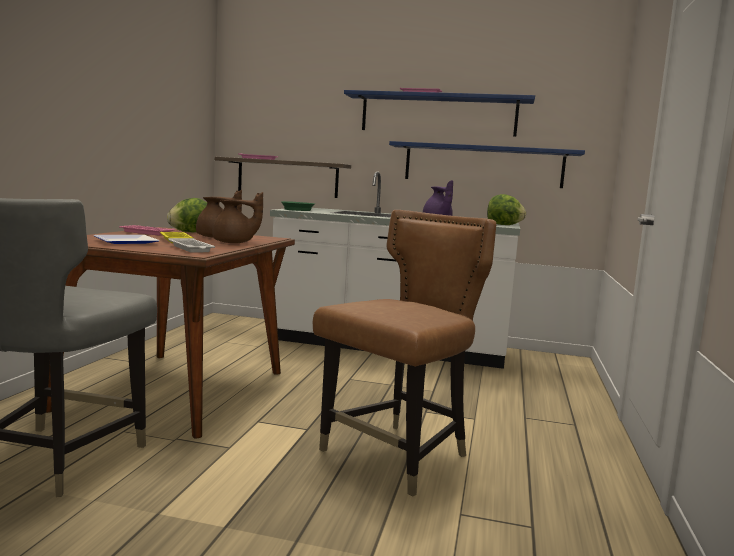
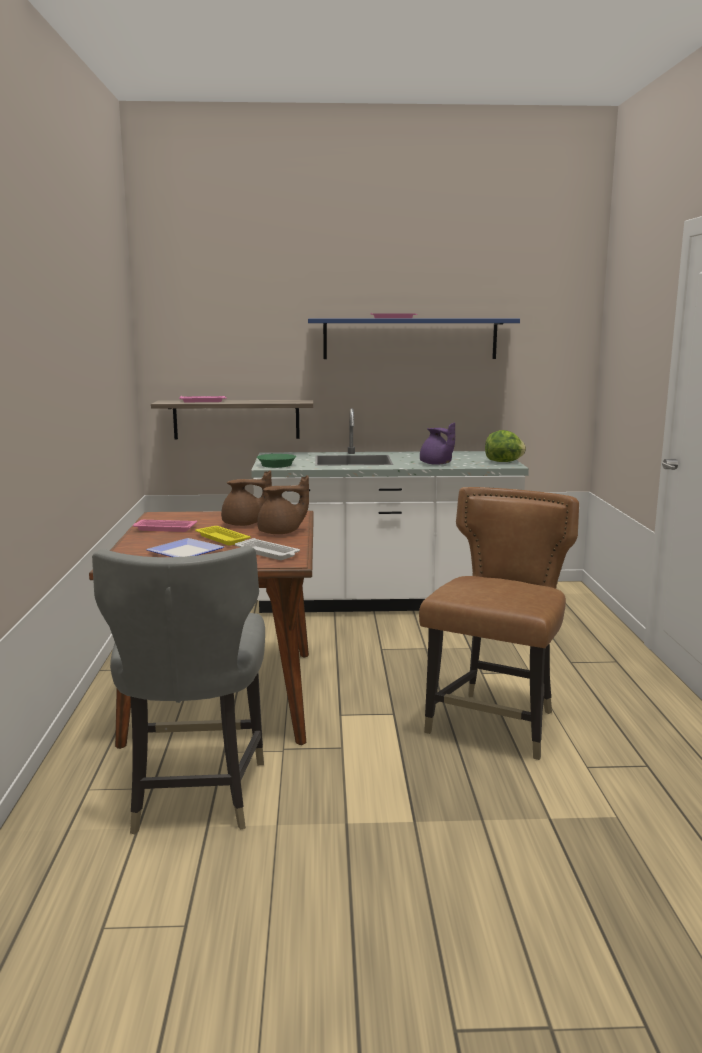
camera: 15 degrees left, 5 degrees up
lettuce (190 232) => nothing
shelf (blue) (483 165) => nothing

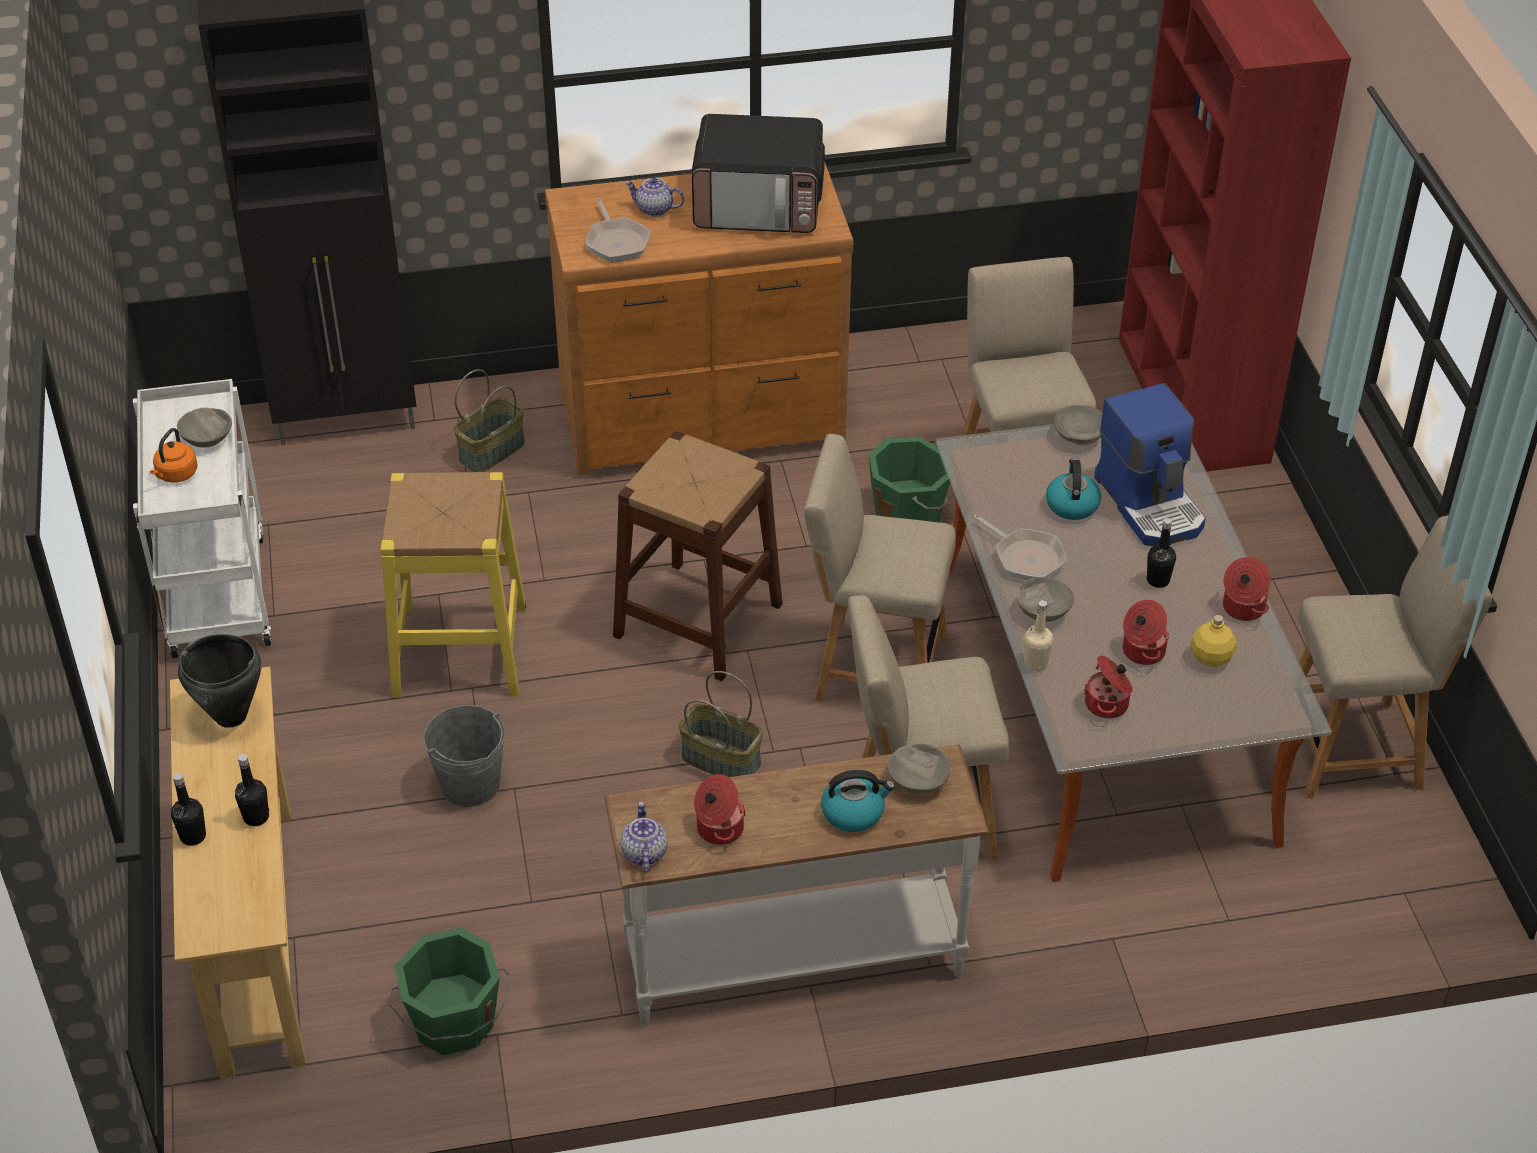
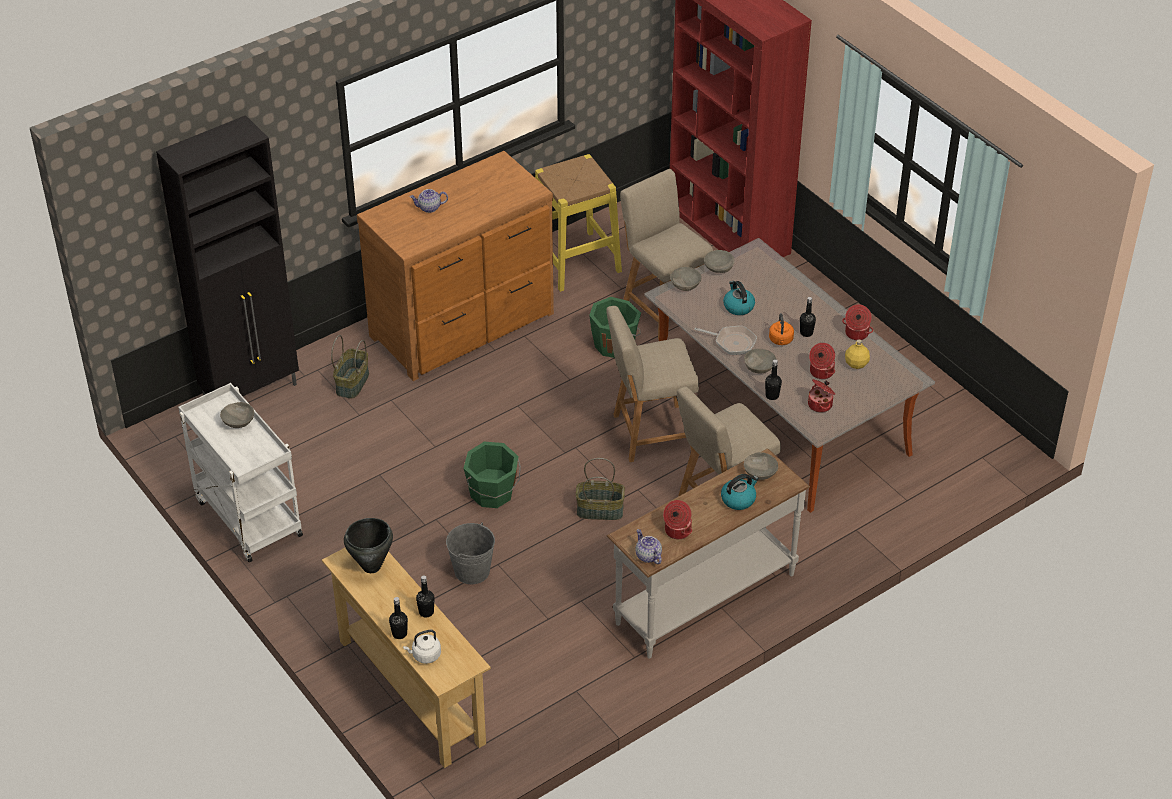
camera: 25 degrees left, 0 degrees up
kettle (orange) (175 475) => kettle (orange) (781 340), move
stool (yellow) (459 650) => stool (yellow) (575 261), move
bucket (green) (454 1023) => bucket (green) (492 493), move
frying pan (616 242) => nothing
stool (brown) (698 620) => nothing
microwave (759 205) => nothing
bottle (beige) (1035 662) => bottle (black) (772 395)
coffee machine (1151 503) => nothing
chair (beige) (1356 748) => nothing
nothing => kettle (white) (425 655)
nothing => bowl (grey) (686 285)

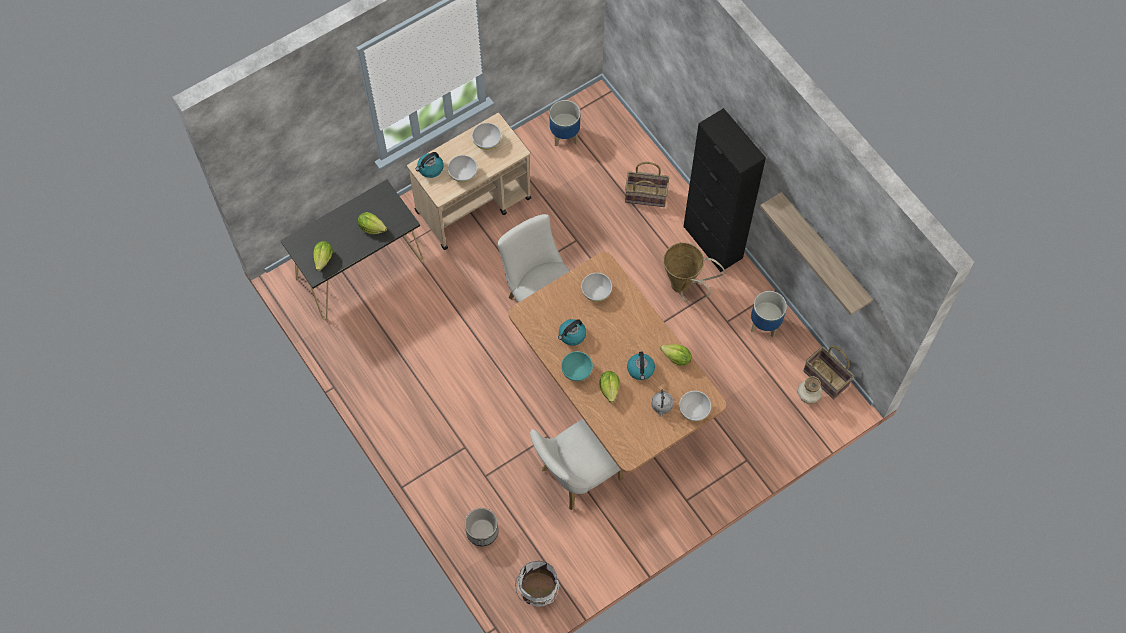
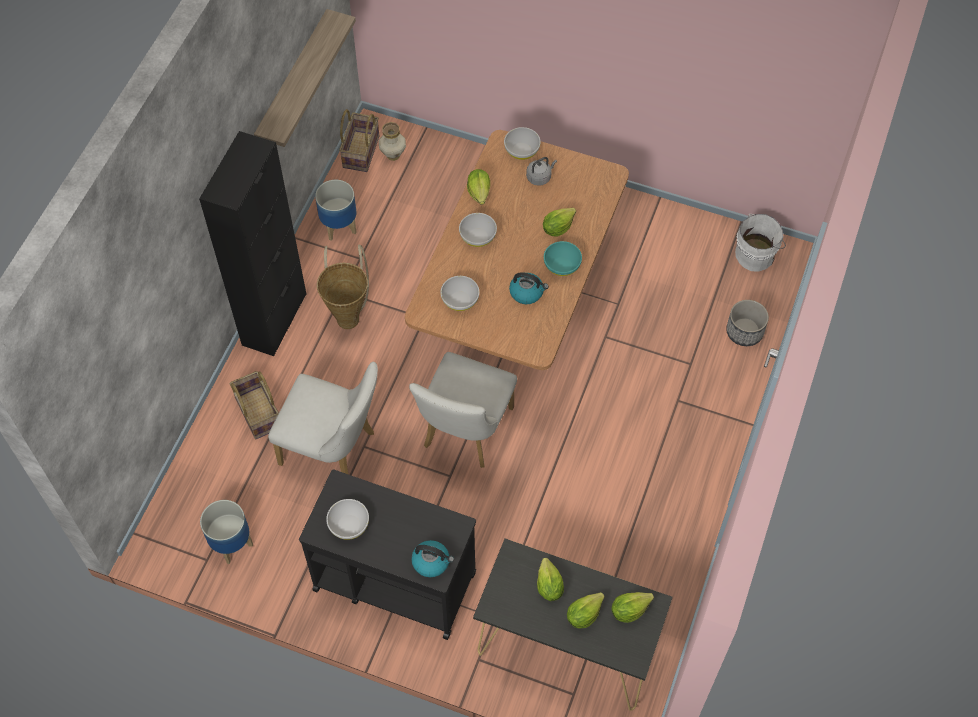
camera: 125 degrees left, 5 degrees down
cart (beige) (474 205) => cart (black) (393 580)
bowl (white) (463 173) => bowl (white) (477 237), move
chair (white) (576 476) => chair (white) (334 450), move
kettle (640 369) => nothing
nothing => lettuce (583 615)

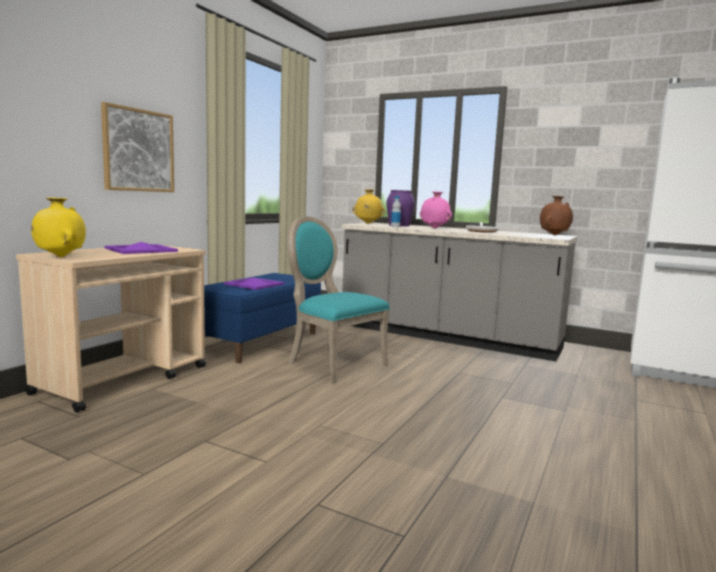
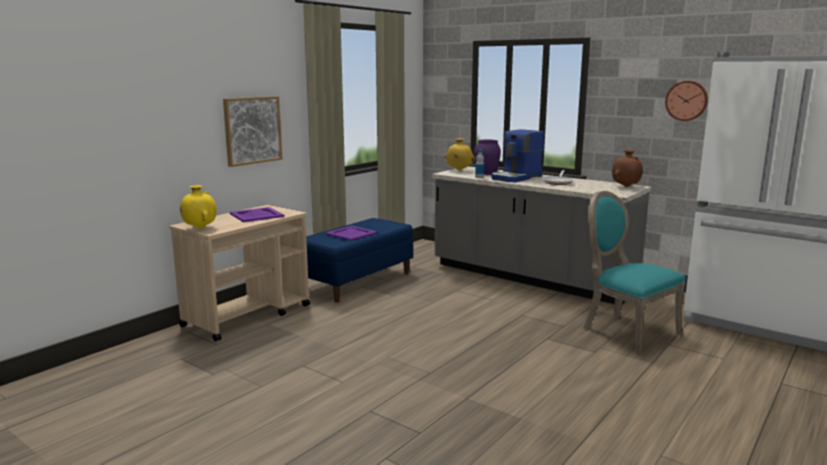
camera: 10 degrees right, 5 degrees up
chair (turquoise) (332 363) => chair (turquoise) (625 331), move
vase (pink) (434 228) => coffee machine (517 178)
nothing => wall clock (687 100)

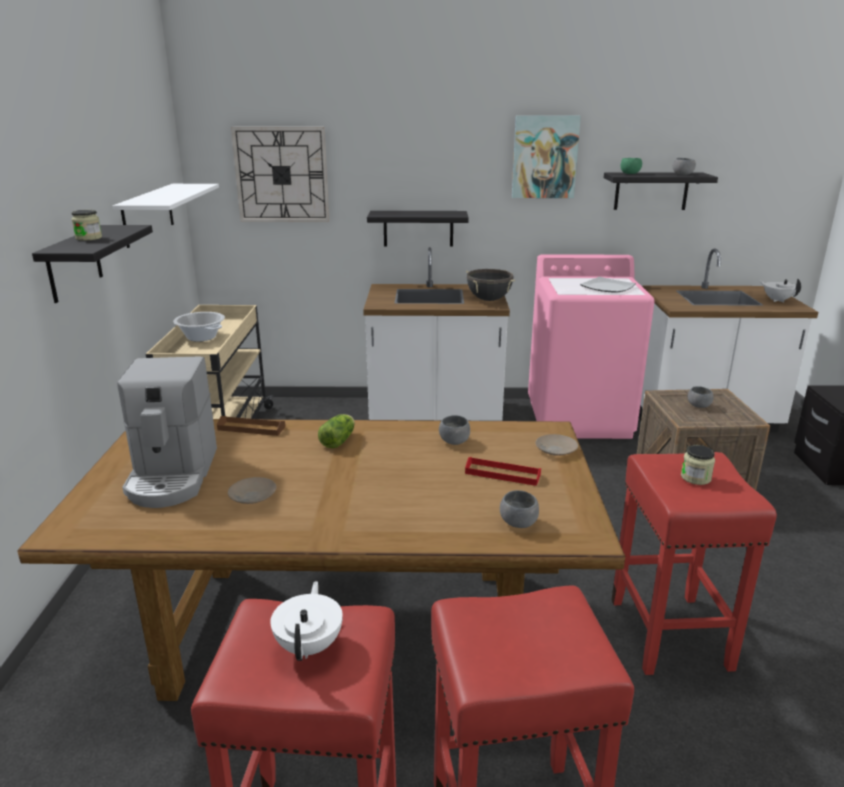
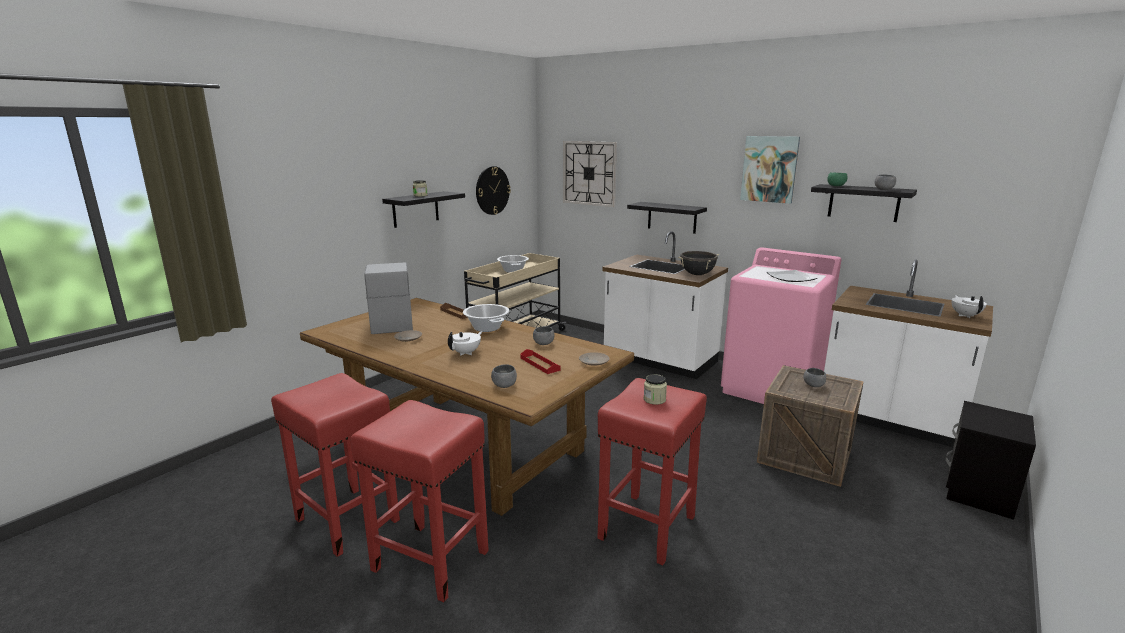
camera: 35 degrees right, 5 degrees down
shelf (white) (148 214) => wall clock (492 190)
coffee machine (173 475) => coffee machine (392 322), 135 degrees clockwise
teapot (white) (310 645) => teapot (white) (466 353), move
lettuce (339 440) => cooking pot (486 328)

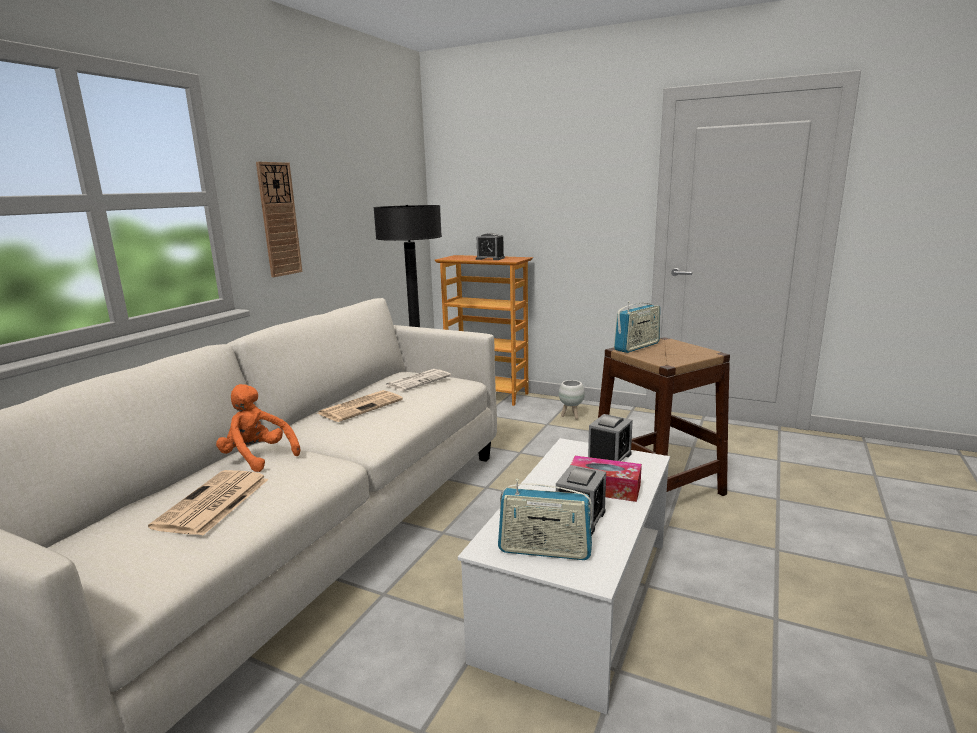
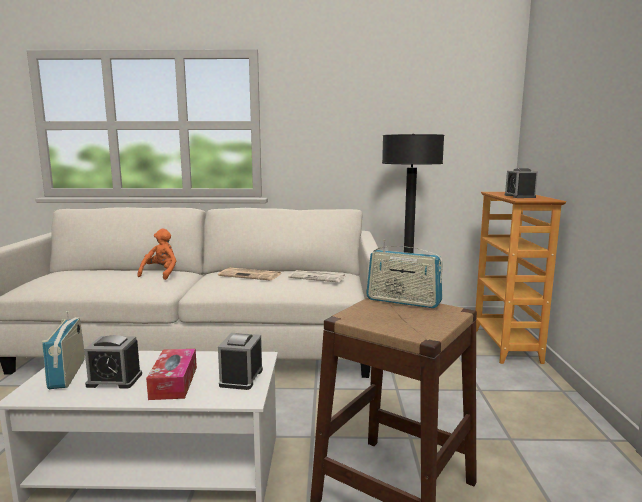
camera: 65 degrees right, 5 degrees down
newspaper (213 503) => nothing
wall clock (279 219) => nothing
planter (white) (571 416) => nothing
alarm clock (609 457) => alarm clock (241 377), 90 degrees clockwise

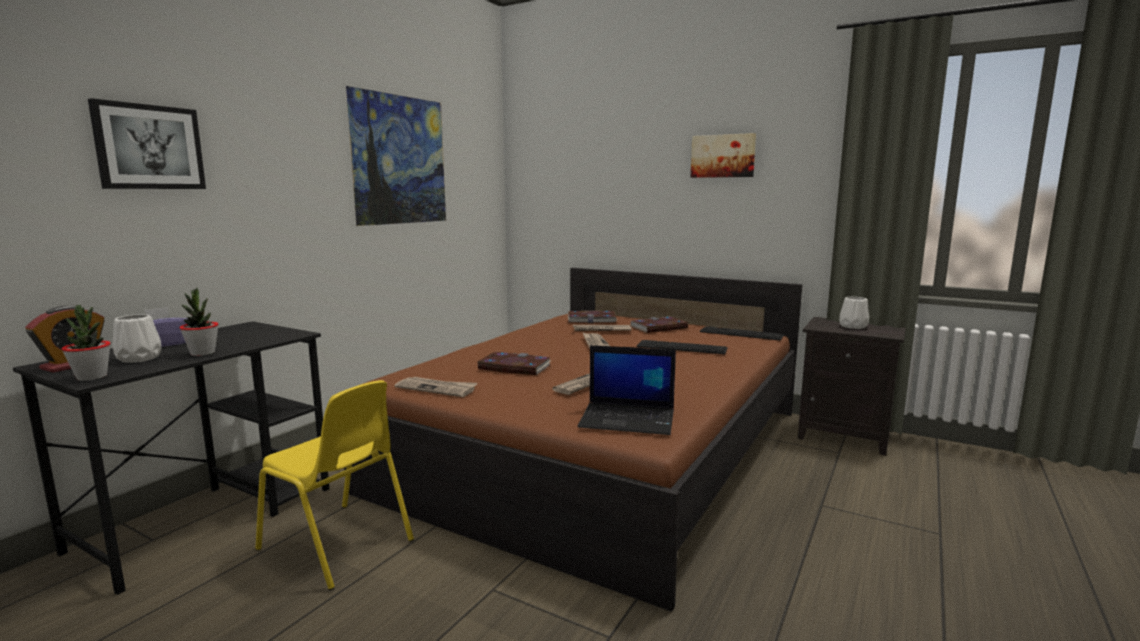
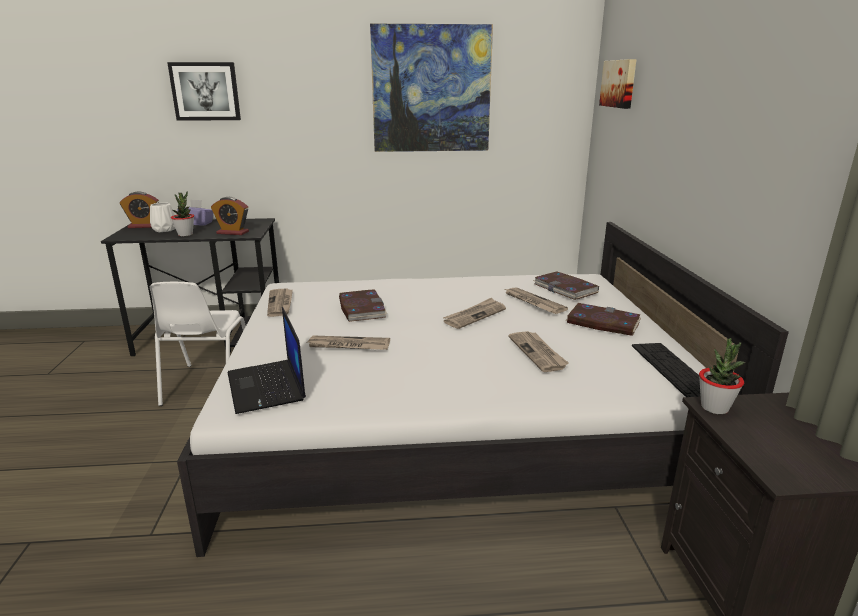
camera: 55 degrees right, 10 degrees up
potted plant (92 377) => potted plant (714 408), move
chair (yellow) (338 545) => chair (white) (207 385)
bed (brown) (602 448) => bed (white) (452 421)
keyboard (681 347) => newspaper (538 353)
picture (723 156) => picture (619 83), move
vase (white) (852 326) => nothing
nothing => alarm clock (233 232)

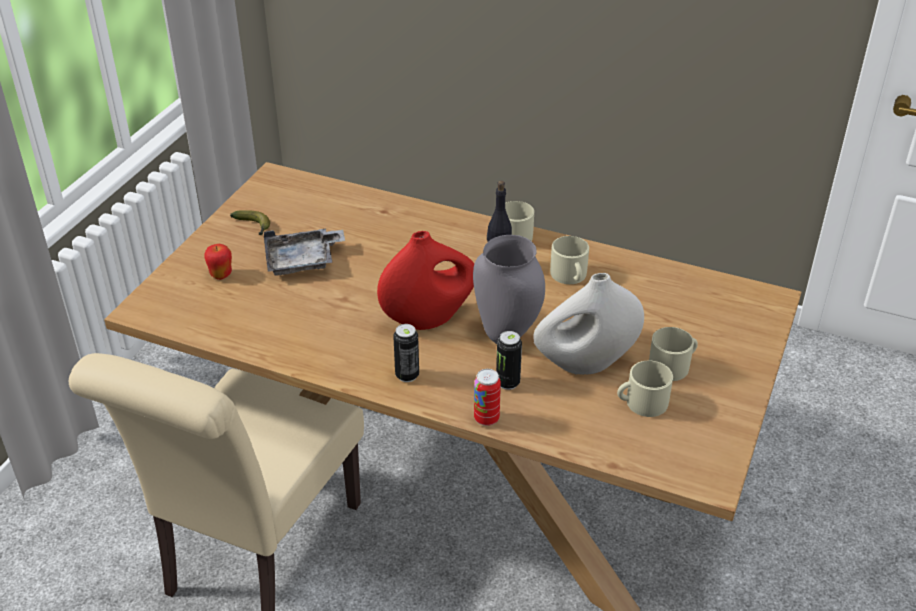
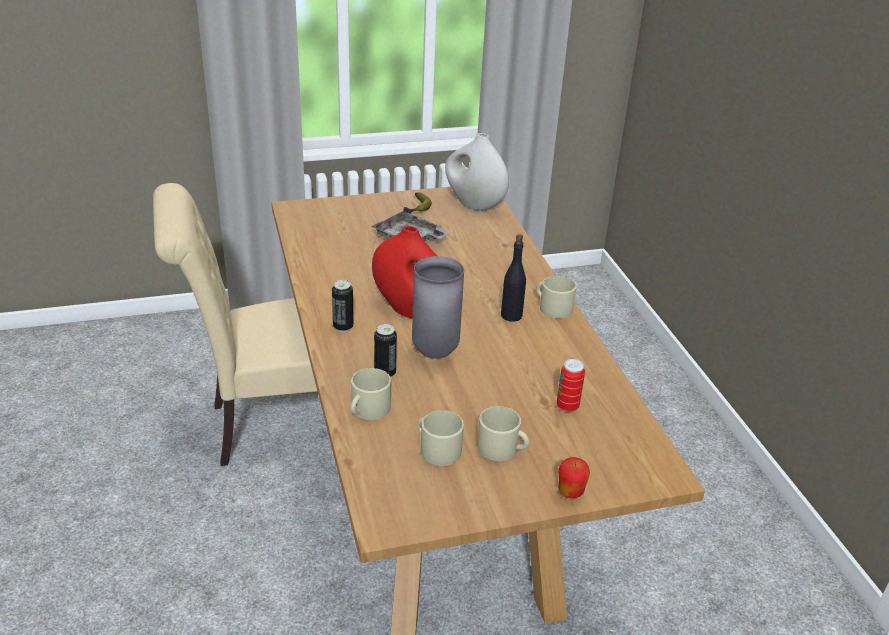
camera: 50 degrees right, 5 degrees down
apple (221 275) => apple (570 492), move
can (486 418) => can (567 406), move
vase (white) (585 364) => vase (white) (474 204), move
mug (beige) (570 276) => mug (beige) (367 410), move

